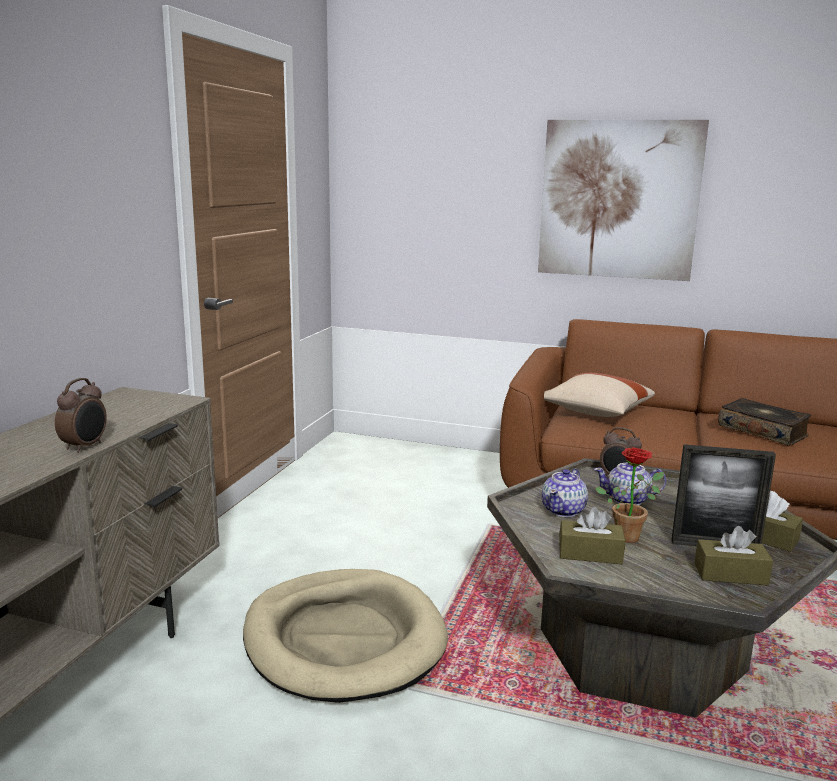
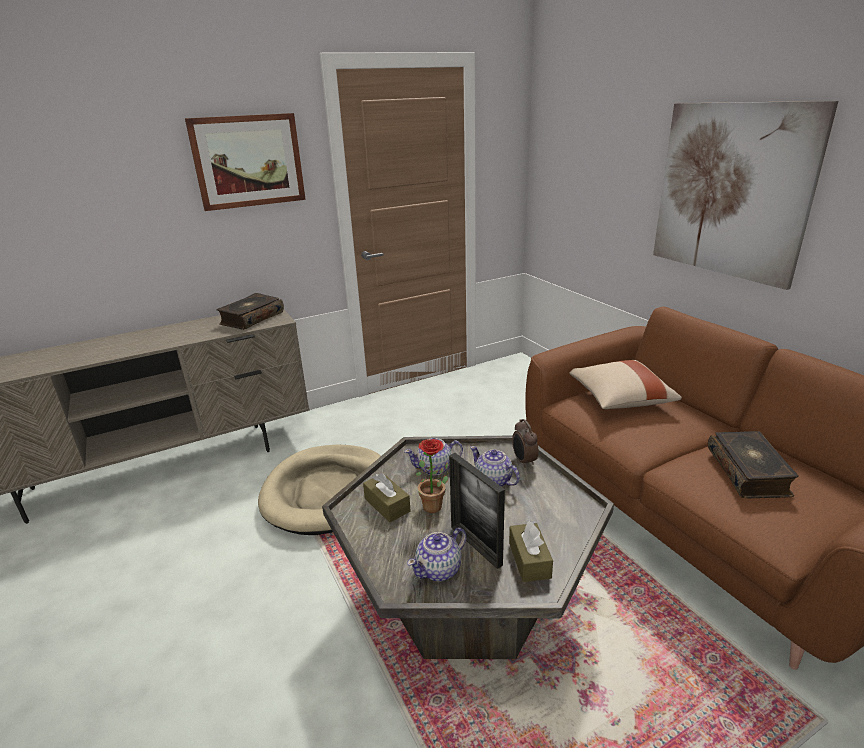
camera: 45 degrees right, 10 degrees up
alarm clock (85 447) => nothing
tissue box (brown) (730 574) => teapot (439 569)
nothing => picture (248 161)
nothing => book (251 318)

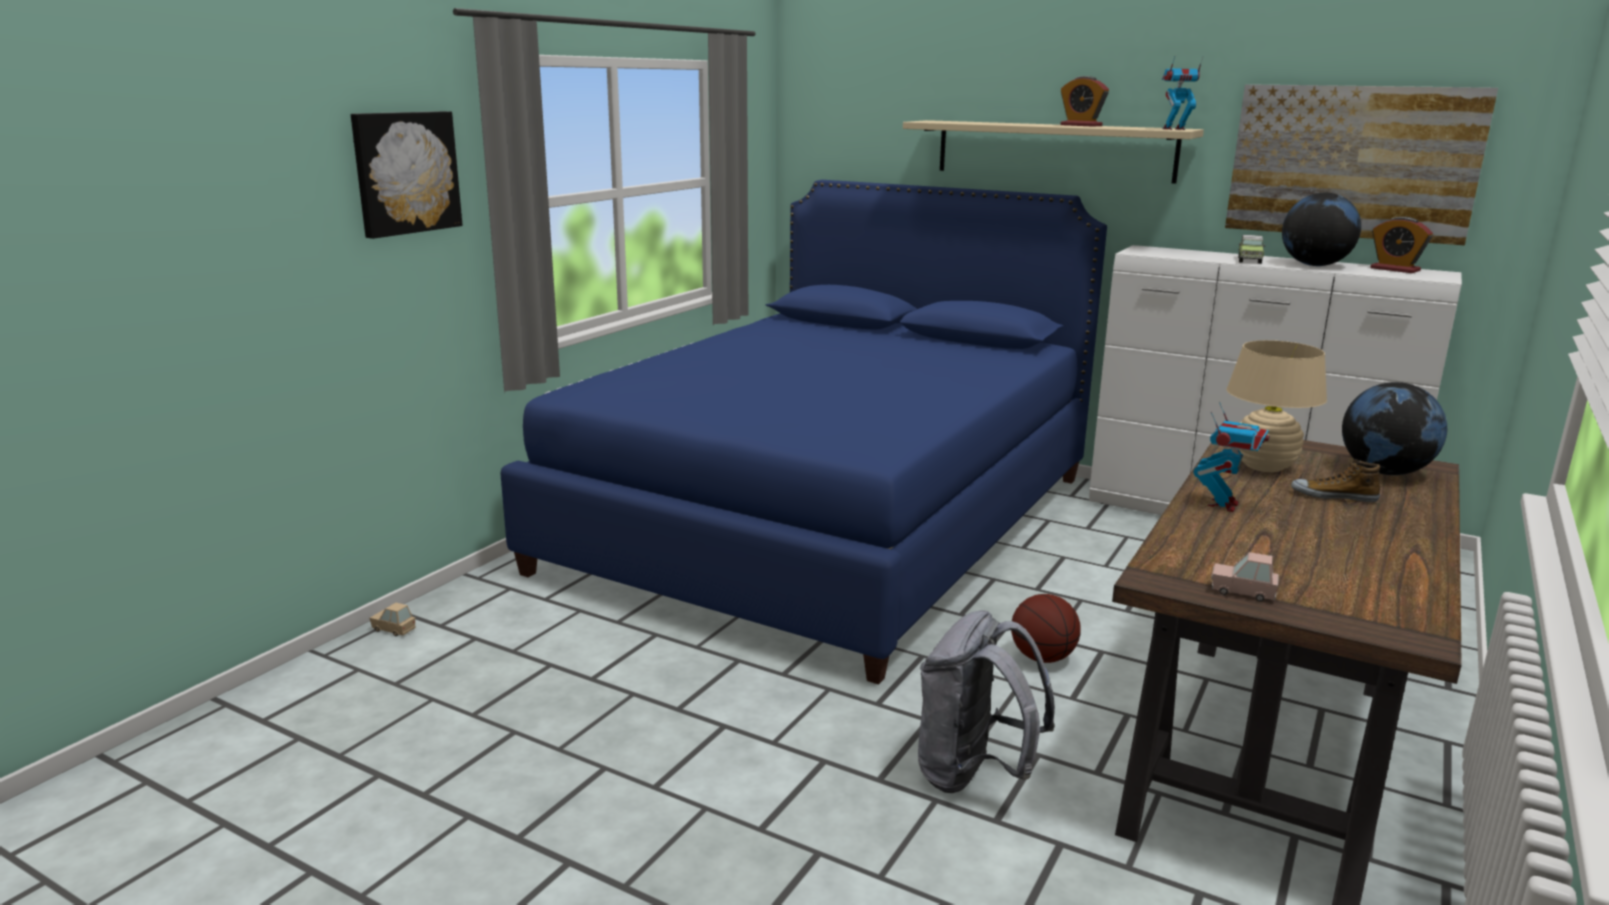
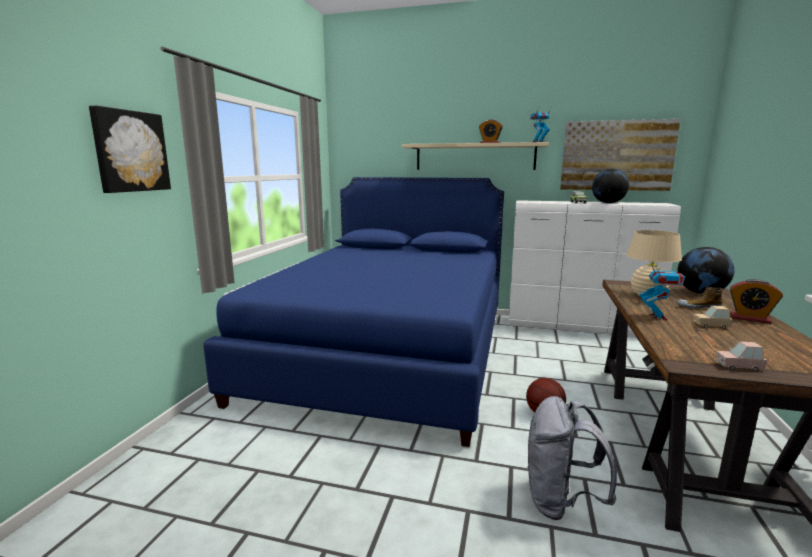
camera: 15 degrees left, 5 degrees down
toy car (beige) (393 629) => toy car (beige) (711 325), move
alarm clock (1395 269) => alarm clock (750 318), move

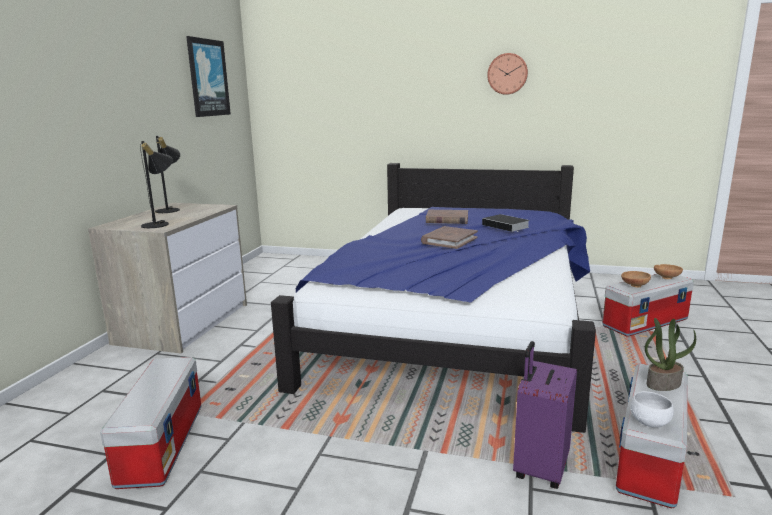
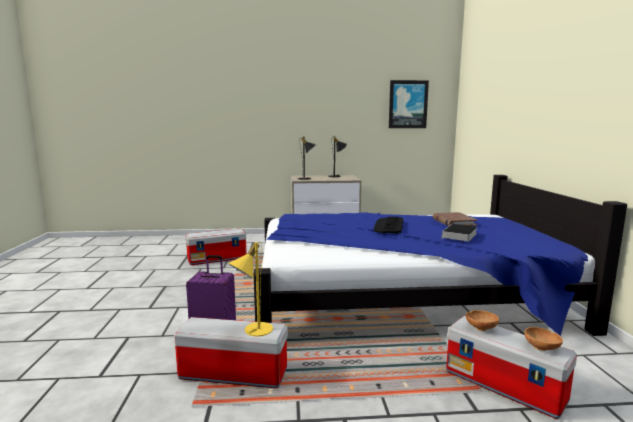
camera: 70 degrees right, 5 degrees down
book (brown) (449 240) => keyboard (389 226)
wall clock (507 74) => nothing
bowl (white) (650 422) => nothing
potted plant (663 383) => table lamp (yellow) (253 330)

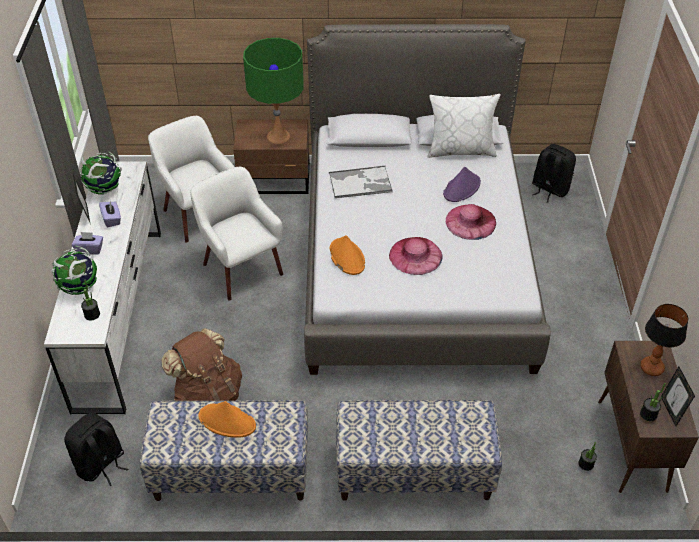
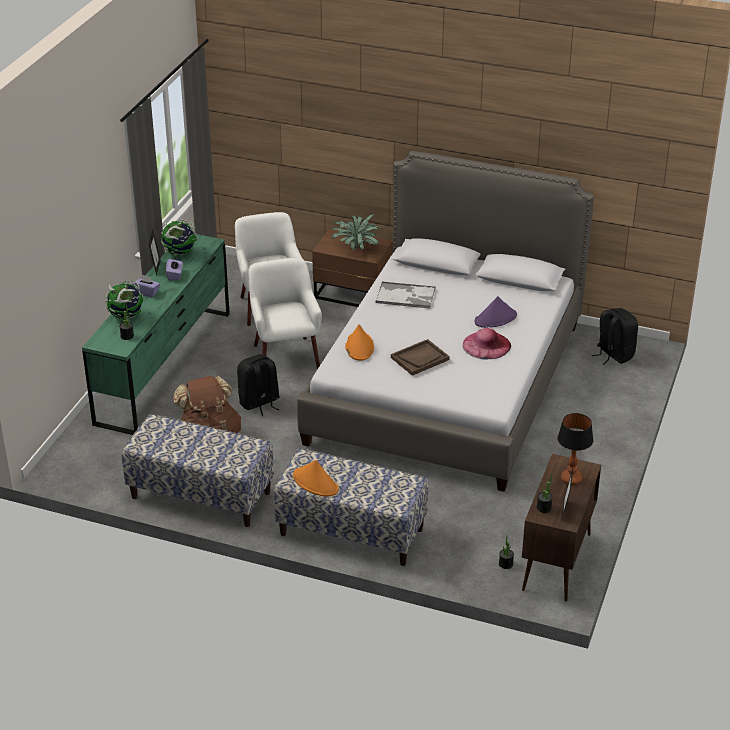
camera: 20 degrees right, 10 degrees down
dresser (white) (120 315) => dresser (green) (164 367)
backpack (black) (101 464) => backpack (black) (259 403), move
hat (orange) (227 421) => hat (orange) (315 483), move
table lamp (green) (278 136) => potted plant (358 248)
hat (pink) (415 255) => tray (brown) (420 358)
pillow (white) (460 150) => nothing

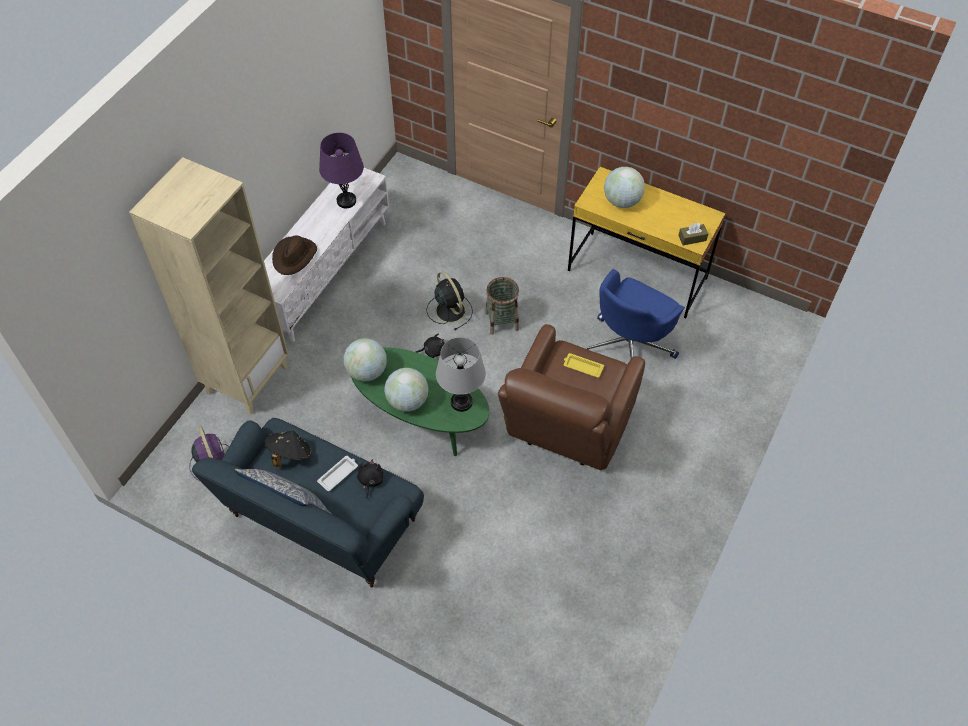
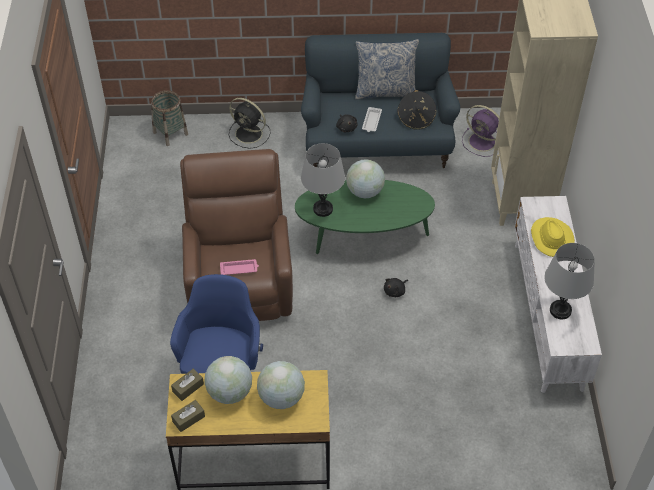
camera: 150 degrees right, 5 degrees down
hat (brown) (294 256) => hat (yellow) (551 238)
table lamp (purple) (346 201) => table lamp (grey) (560 310)
globe (367 372) => globe (229 392), move
fan (black) (449 310) => fan (black) (250 134), move
basket (502 321) => basket (170 133), move
tray (yellow) (582 367) => tray (pink) (239 269)
nothing => tissue box (brown) (188 419)

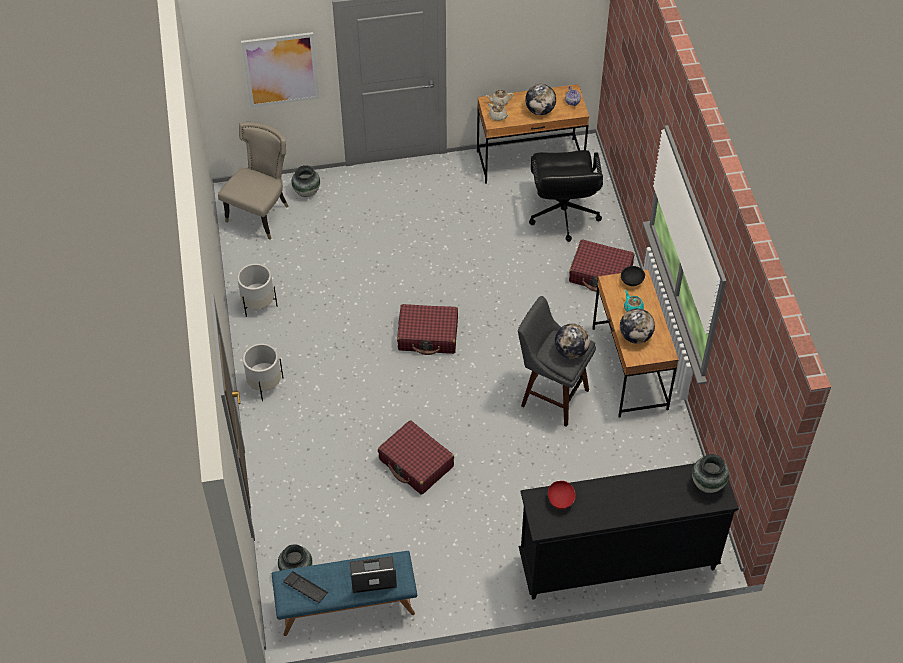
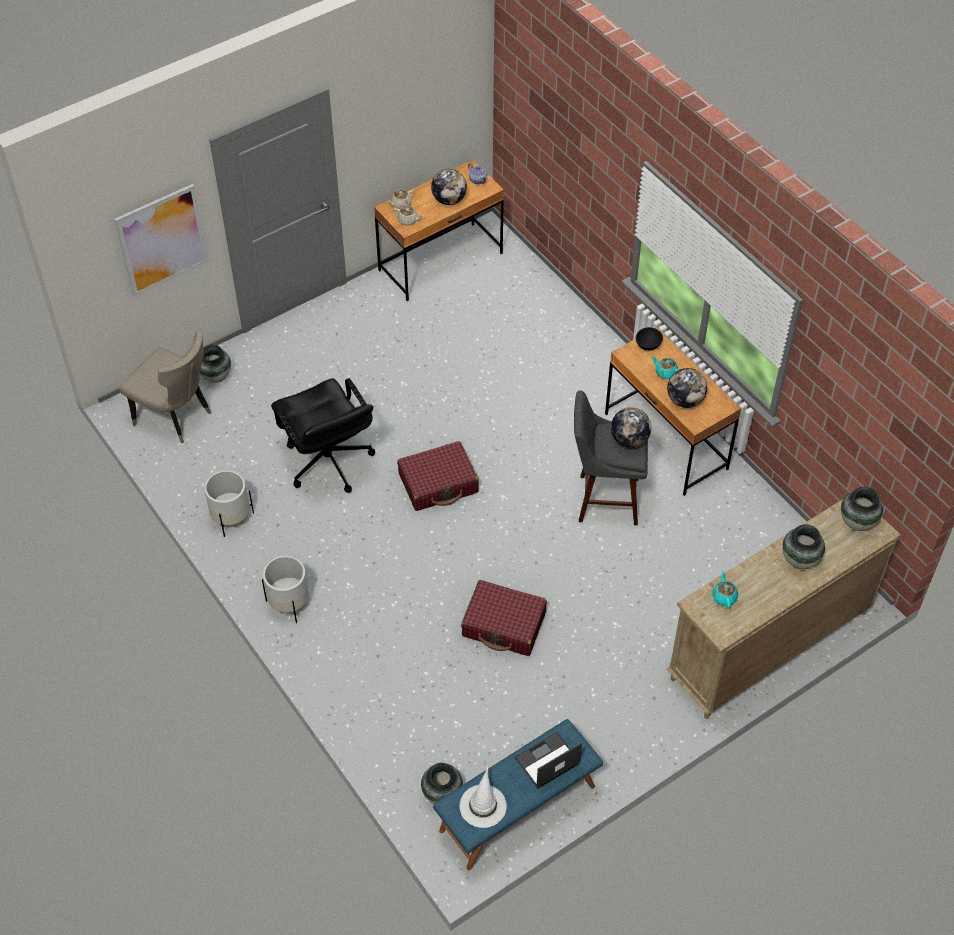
camera: 25 degrees left, 0 degrees up
chair (beige) (261 213) => chair (beige) (176 417), 120 degrees clockwise
keyboard (305 587) => hat (white) (482 805)
dresser (black) (617 563) => dresser (beige) (768 646)
office chair (black) (563 215) => office chair (black) (328 462), move
bowl (red) (561 500) => teapot (turquoise) (724 596)
suitcase (red) (601 274) => nothing
nothing => vase (799 560)

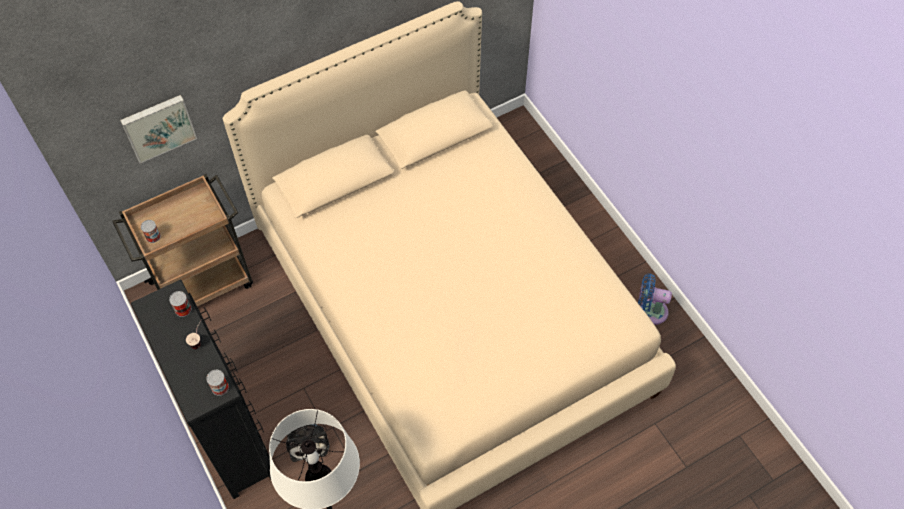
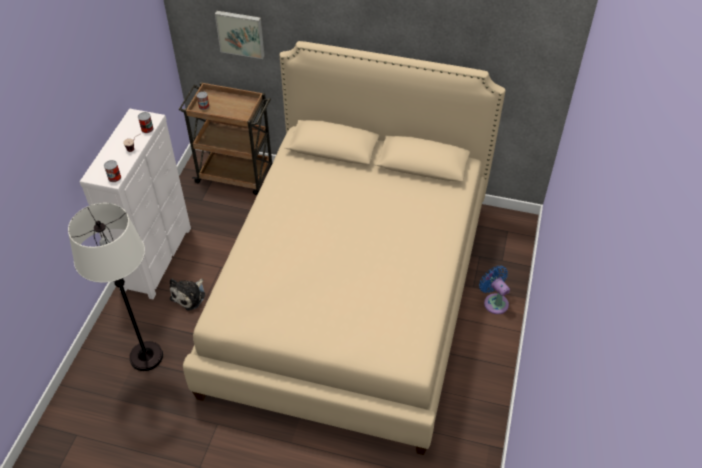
camera: 45 degrees right, 10 degrees down
dresser (black) (230 433) => dresser (white) (158 258)
fan (blue) (650 311) => fan (blue) (494 302), move

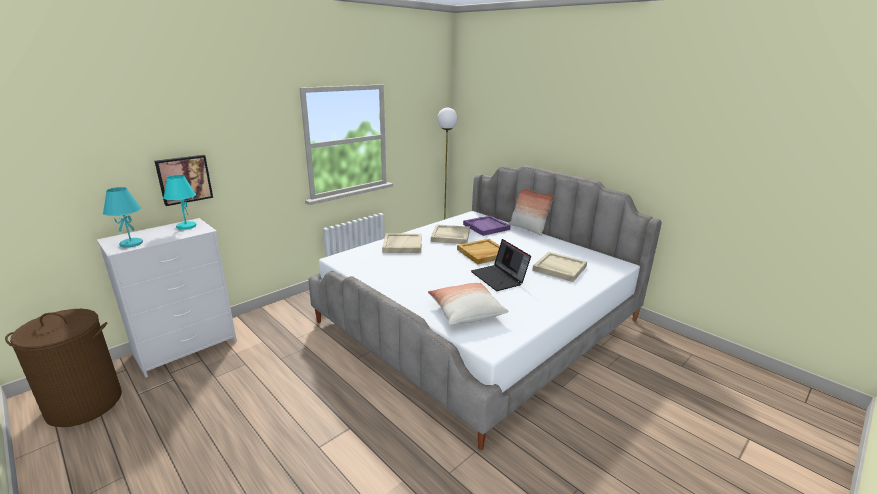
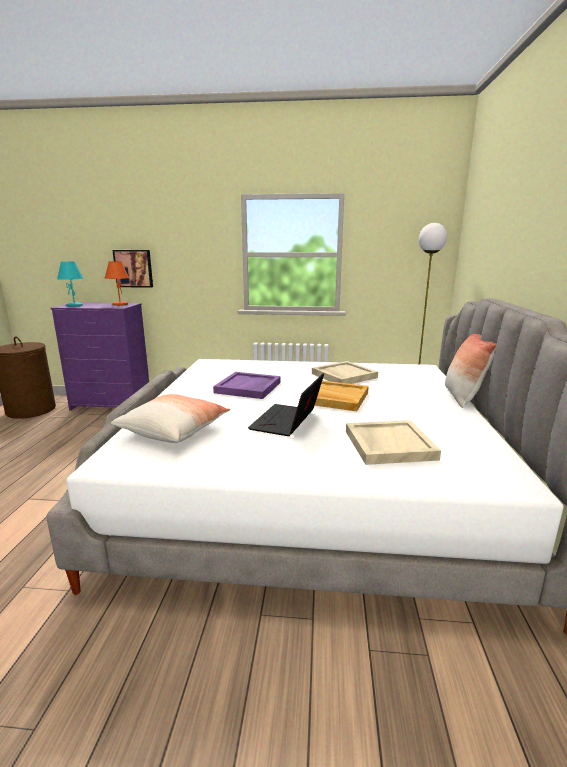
camera: 50 degrees right, 5 degrees down
dresser (white) (187 347) => dresser (purple) (112 404)
table lamp (turquoise) (186 226) => table lamp (orange) (120 304)
tray (beige) (402 245) => nothing
tray (purple) (486 227) => tray (purple) (248 388), move

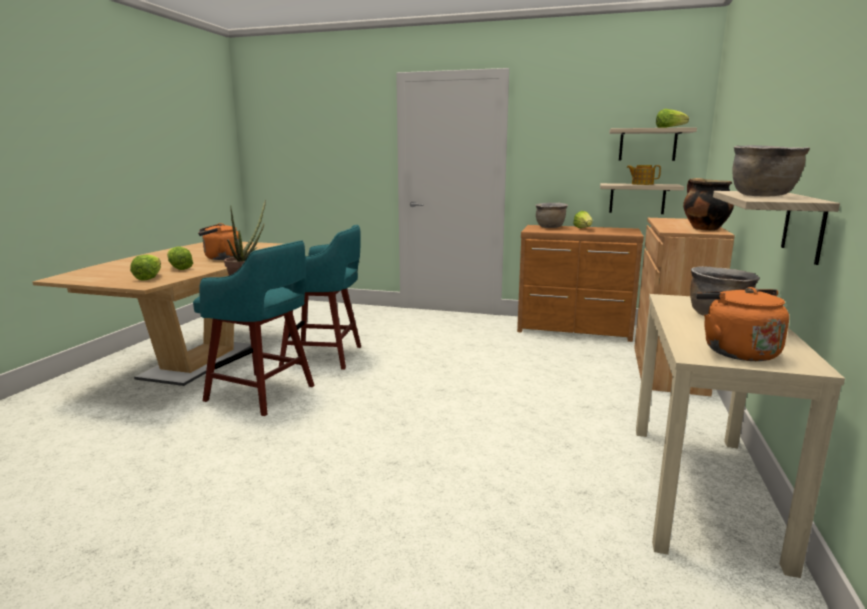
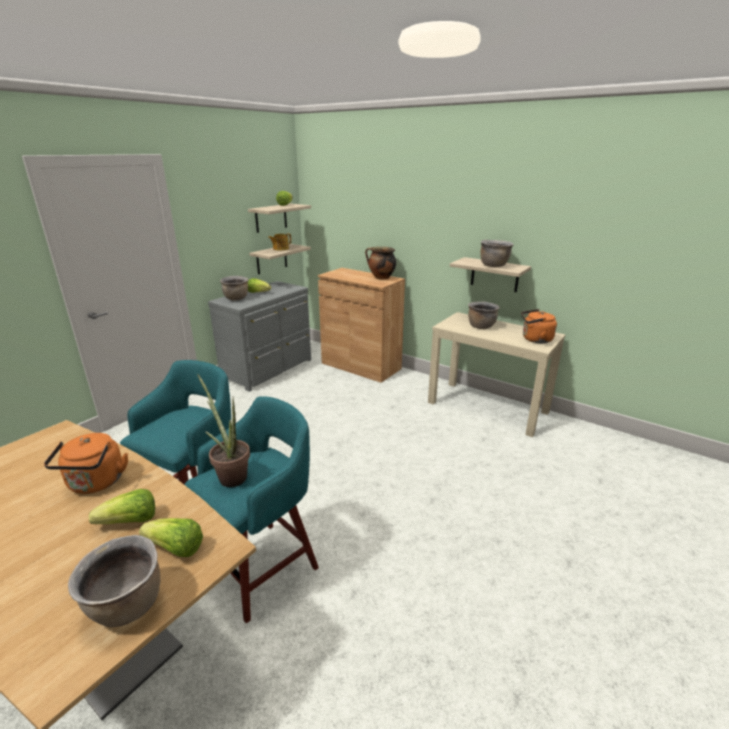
camera: 70 degrees left, 10 degrees up
dresser (brown) (575 329) => dresser (grey) (270 369)
nothing => cooking pot (brown) (127 606)

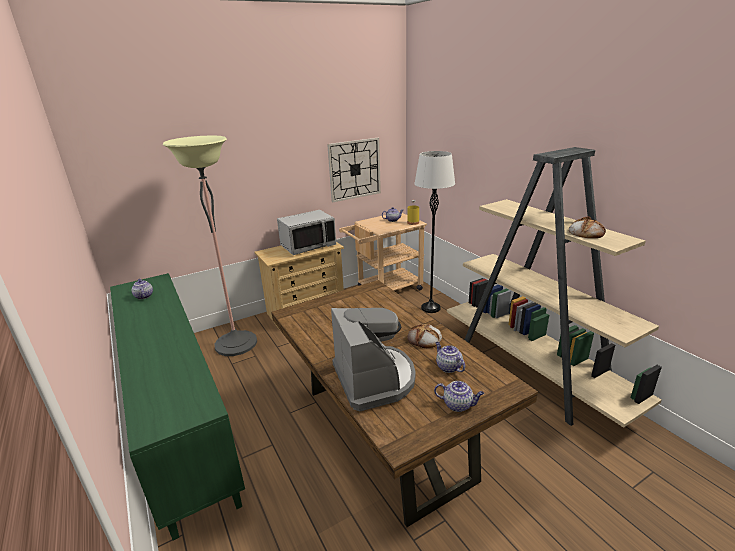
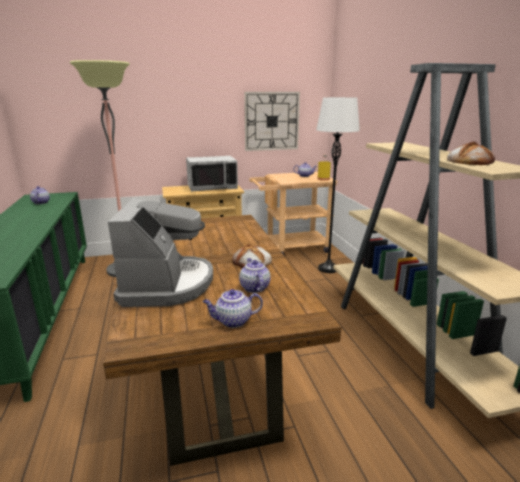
camera: 15 degrees right, 5 degrees down
teapot (458 405) => teapot (232 321), 135 degrees clockwise

